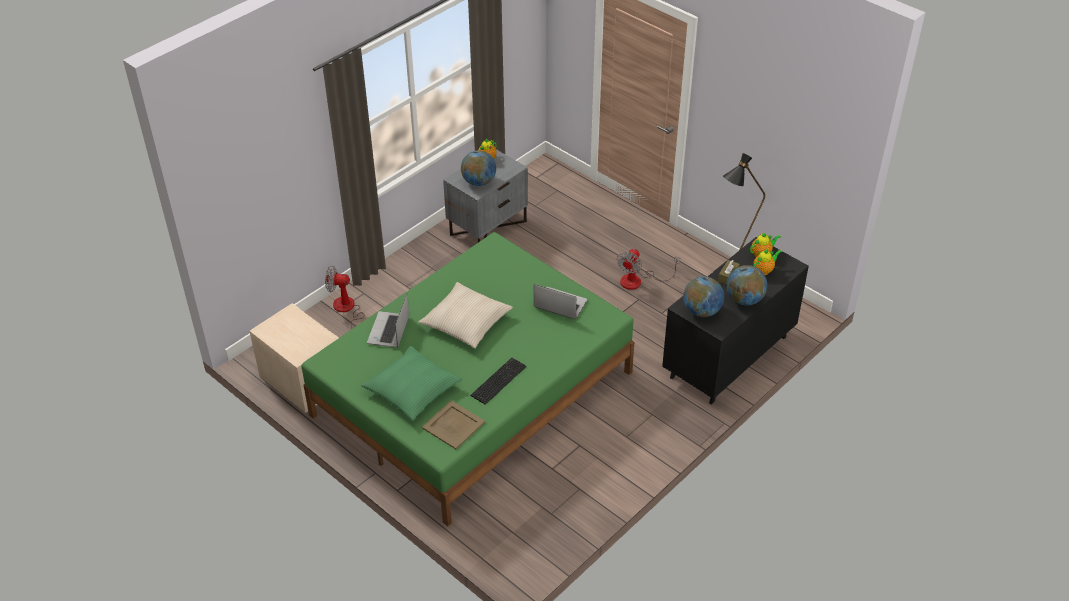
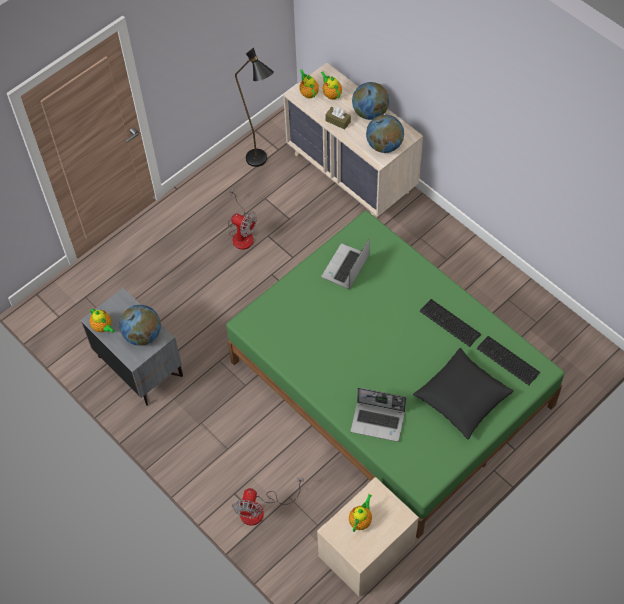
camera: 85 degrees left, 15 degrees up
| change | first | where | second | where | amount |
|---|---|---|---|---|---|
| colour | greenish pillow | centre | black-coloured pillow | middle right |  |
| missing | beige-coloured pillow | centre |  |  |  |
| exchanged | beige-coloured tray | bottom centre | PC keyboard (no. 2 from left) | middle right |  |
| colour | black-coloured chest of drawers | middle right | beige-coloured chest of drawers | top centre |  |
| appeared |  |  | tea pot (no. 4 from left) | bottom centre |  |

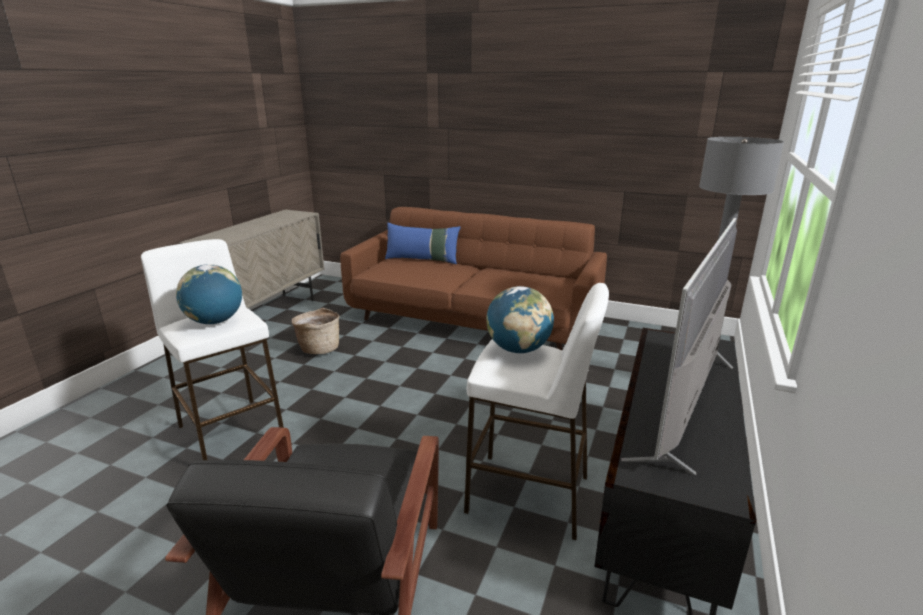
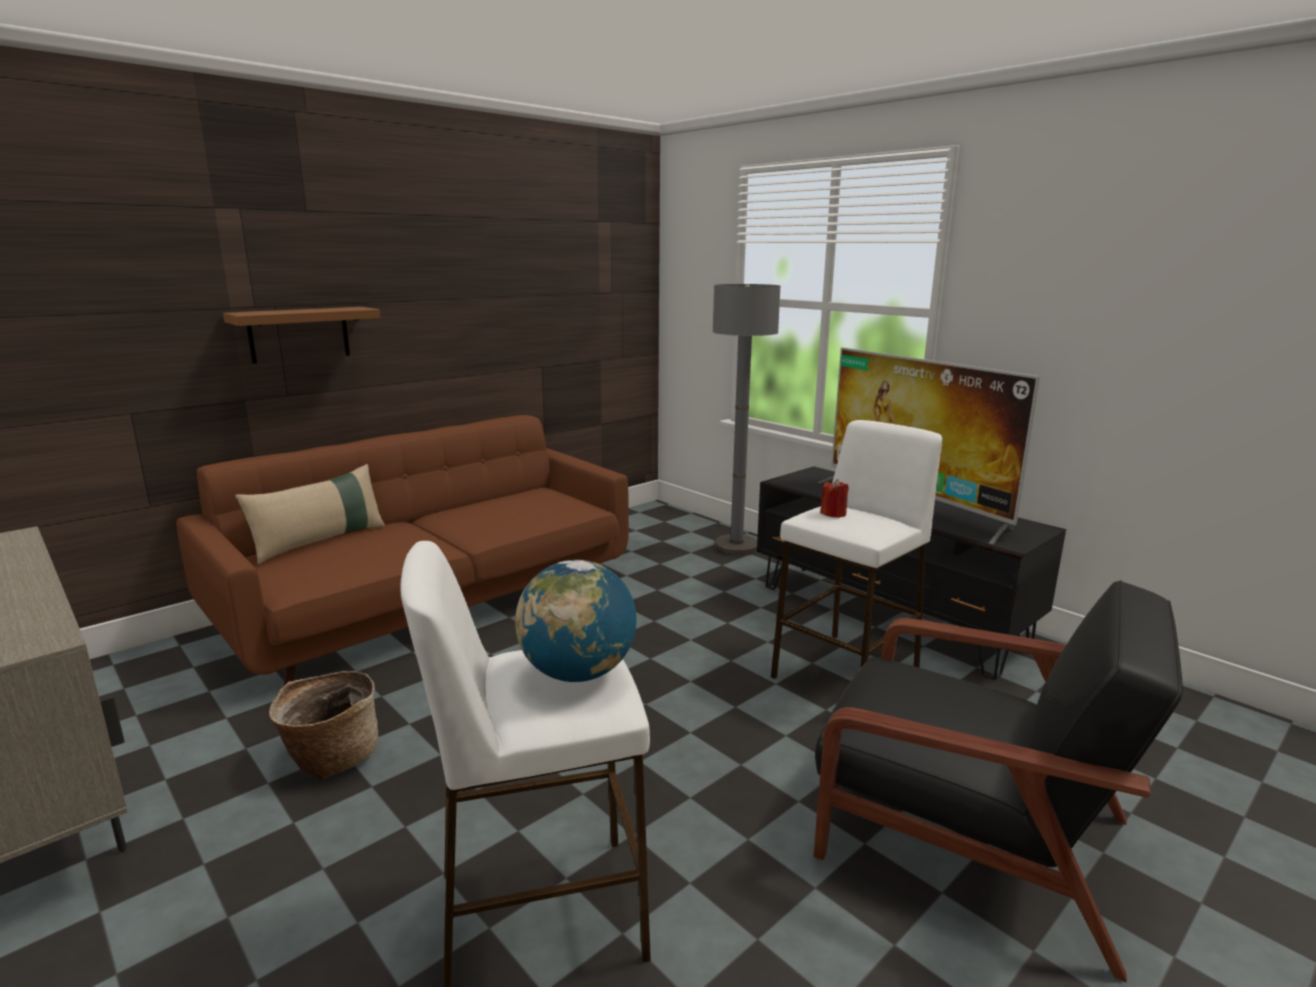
camera: 65 degrees left, 5 degrees down
| change | first | where | second | where | amount |
|---|---|---|---|---|---|
| colour | blue-coloured pillow | centre | beige-coloured pillow | middle left |  |
| exchanged | world globe (no. 2 from left) | centre | red-coloured wax candle | centre |  |
| appeared |  |  | brownish bracket shelf | middle left |  |

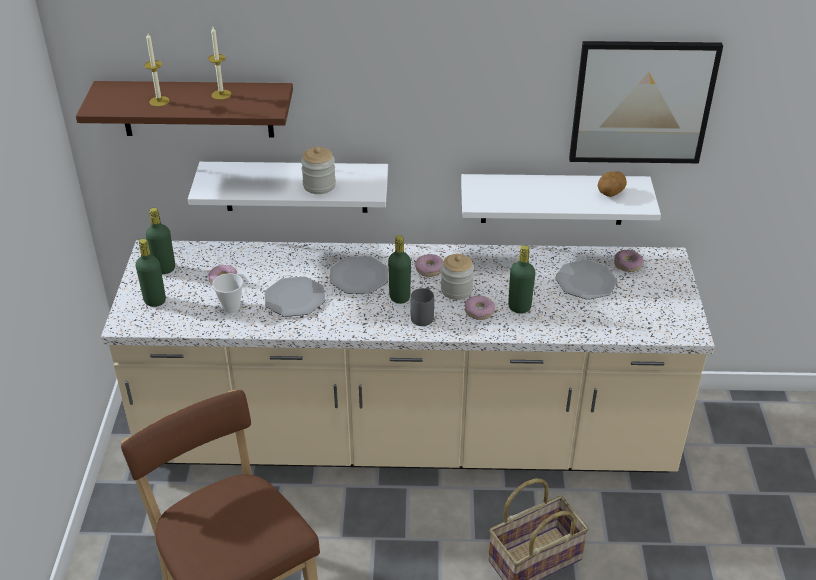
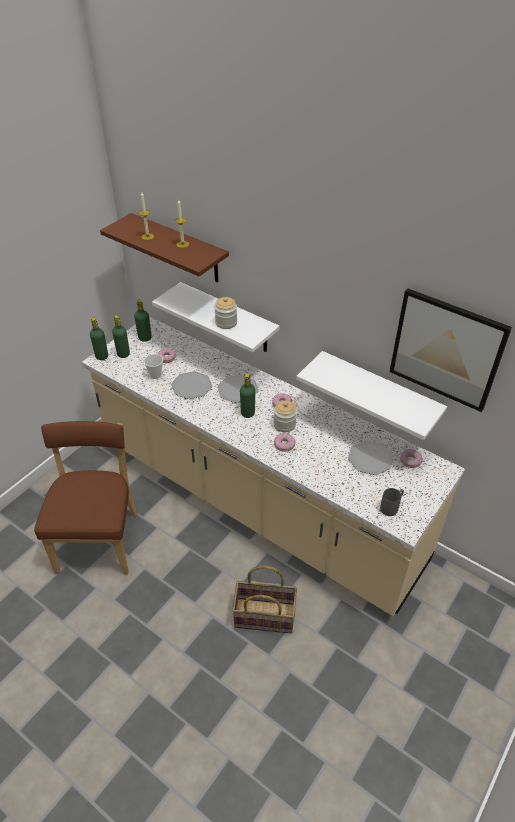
camera: 35 degrees right, 5 degrees up
| change | first | where | second | where | amount |
|---|---|---|---|---|---|
| relocated | greyish mug | centre |  | middle right |  |
| relocated | greenish drink bottle (no. 4 from left in the first image) | centre | greenish drink bottle (no. 1 from left) | middle left |  |
| missing | whole potato | top right |  |  |  |

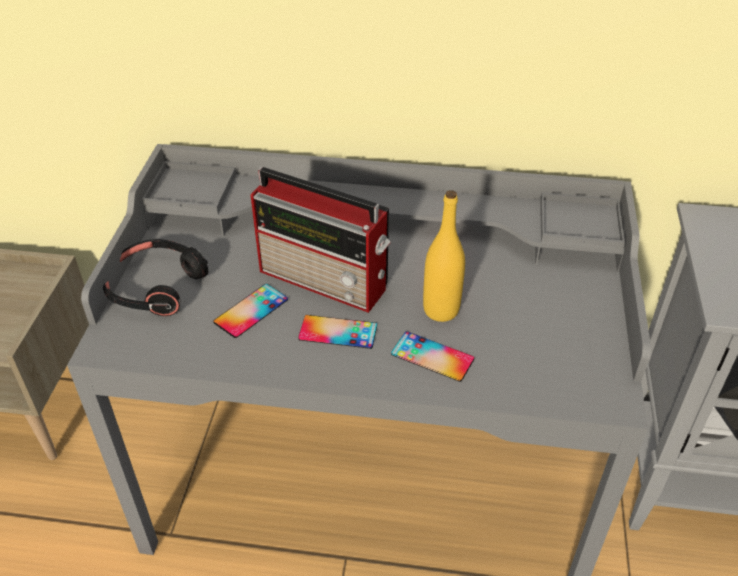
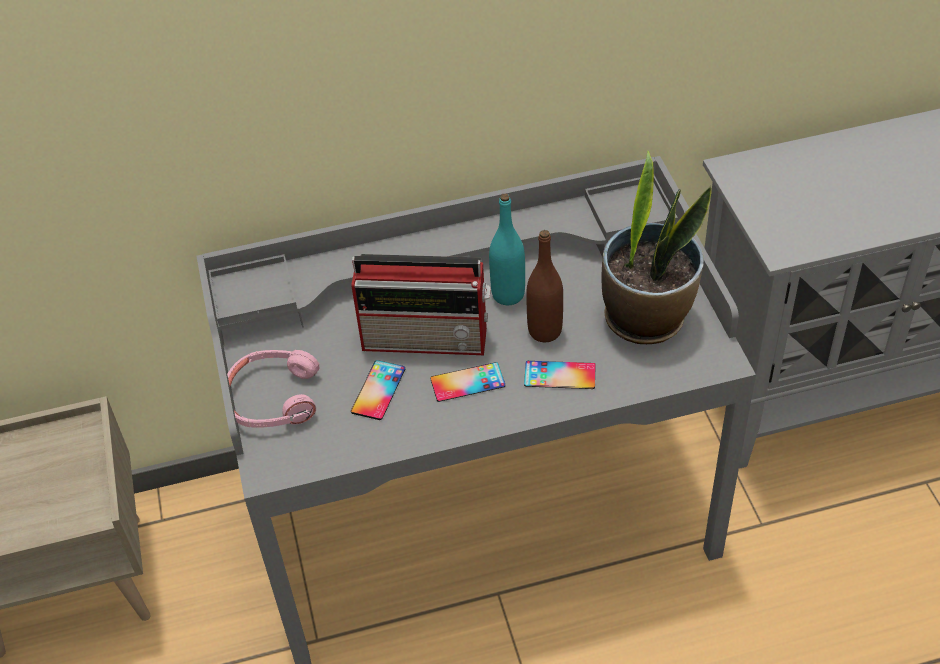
camera: 20 degrees left, 5 degrees up
| change | first | where | second | where | amount |
|---|---|---|---|---|---|
| colour | black-coloured headphones | middle left | pinkish headphones | middle left |  |
| colour | yellow-coloured drink bottle | centre | brownish drink bottle | centre |  |
| appeared |  |  | turquoise drink bottle | centre |  |
| appeared |  |  | plant in a pot | middle right |  |

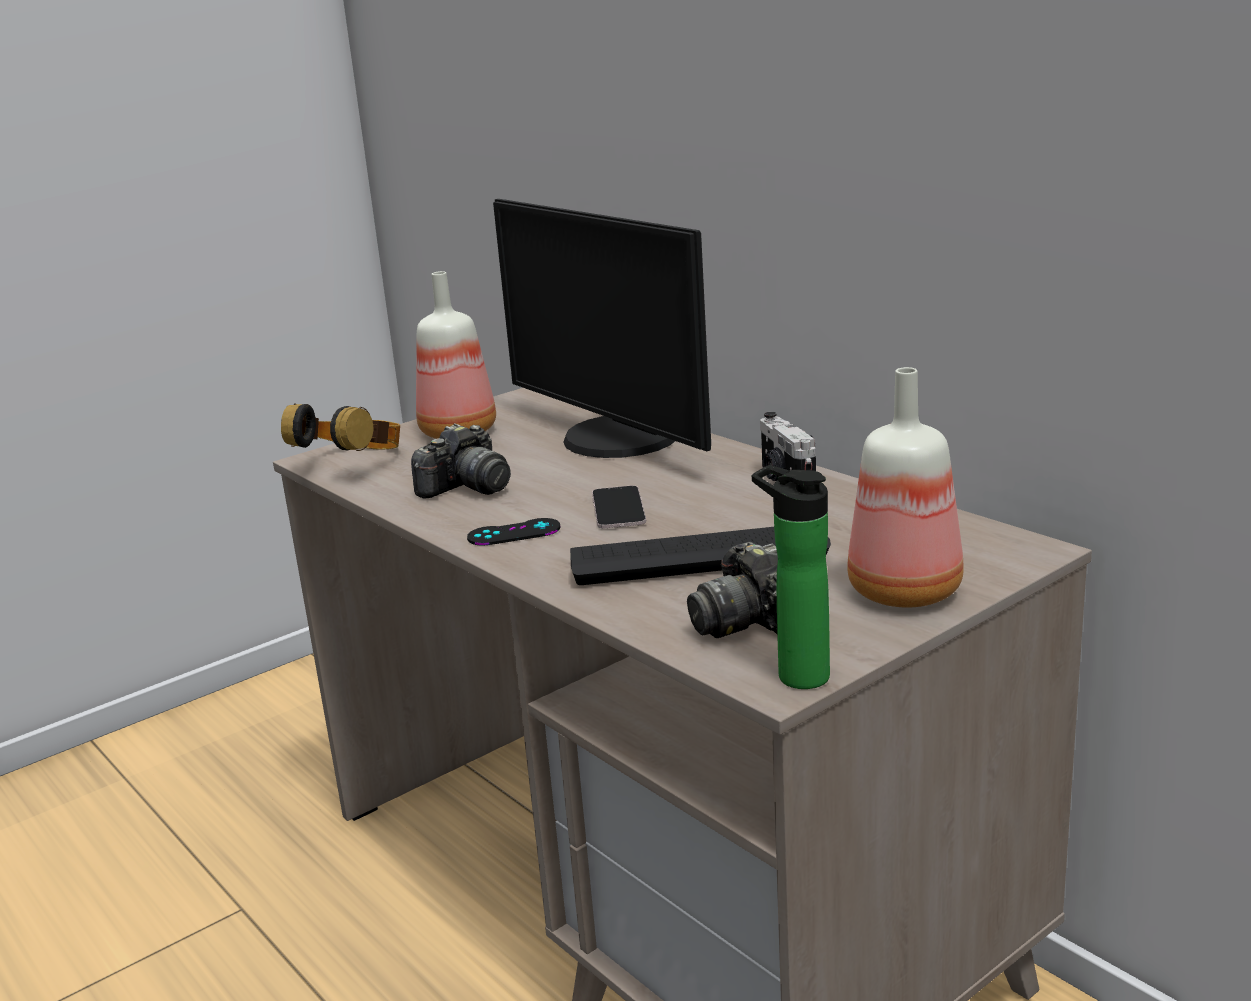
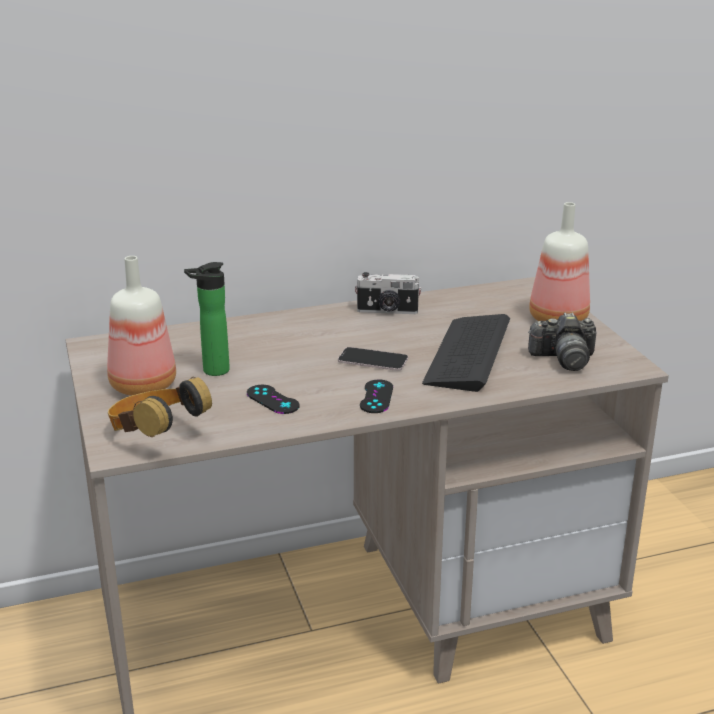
camera: 70 degrees left, 5 degrees up
| change | first | where | second | where | amount |
|---|---|---|---|---|---|
| exchanged | still camera (no. 1 from left) | centre | black-coloured game controller (no. 1 from left) | centre |  |
| missing | computer display | top centre |  |  |  |
| relocated | drink bottle (no. 2 from left) | centre |  | middle left |  |

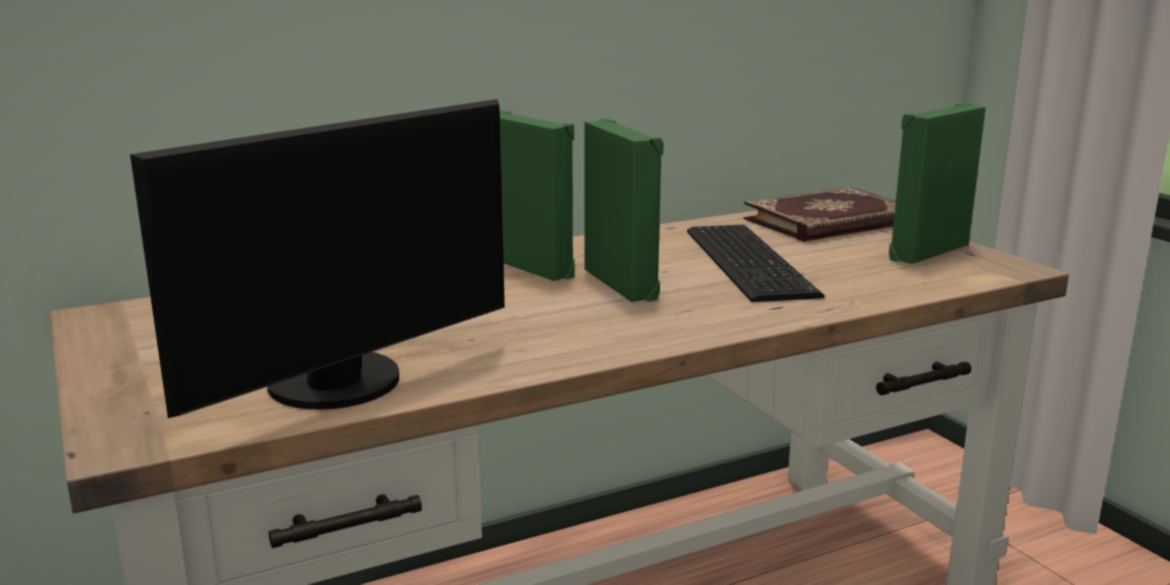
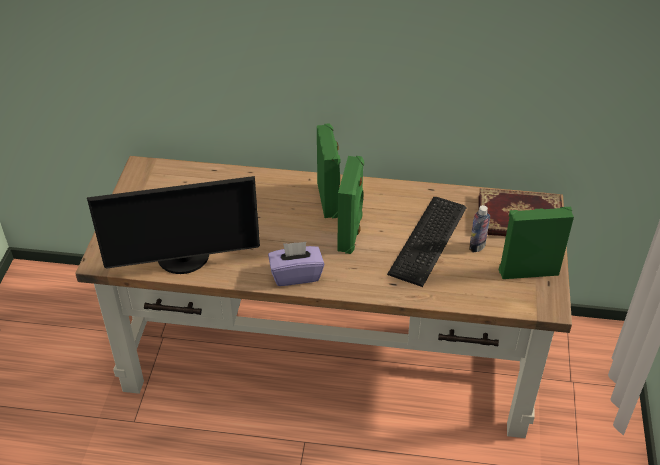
camera: 35 degrees right, 25 degrees up
| change | first | where | second | where | amount |
|---|---|---|---|---|---|
| appeared |  |  | purple-coloured box of tissues | centre |  |
| appeared |  |  | drink bottle | middle right |  |

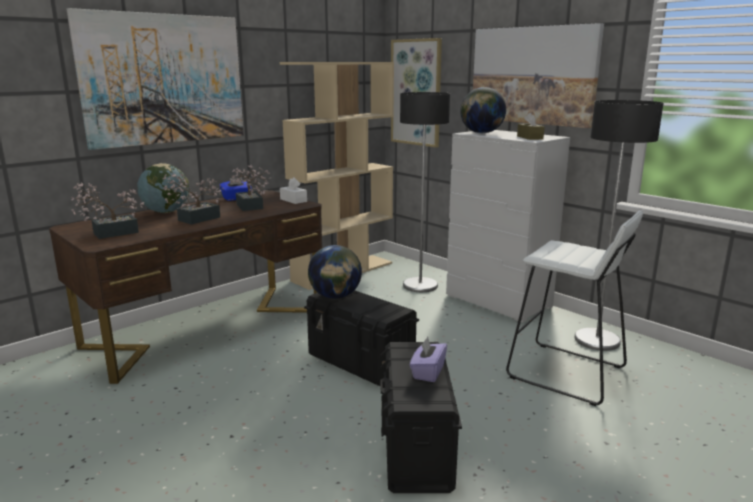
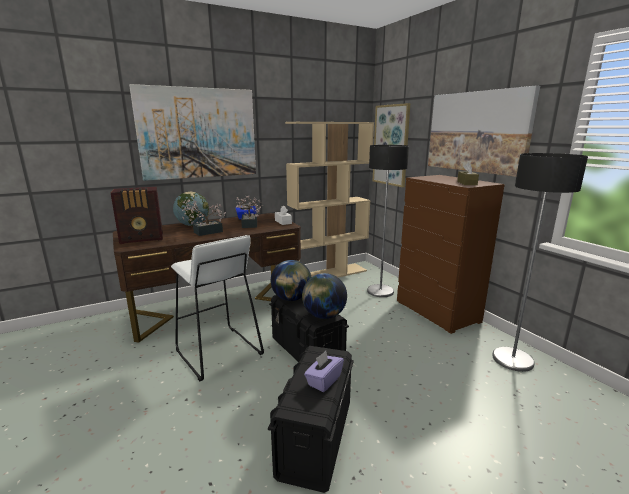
camera: 15 degrees right, 0 degrees up
| change | first | where | second | where | amount |
|---|---|---|---|---|---|
| exchanged | plant in a pot (no. 1 from left) | middle left | radio | middle left |  |
| colour | white-coloured chest of drawers | middle right | brownish chest of drawers | middle right |  |
| relocated | world globe (no. 3 from left) | top centre |  | centre |  |
| relocated | white-coloured stool seat | middle right |  | centre |  |

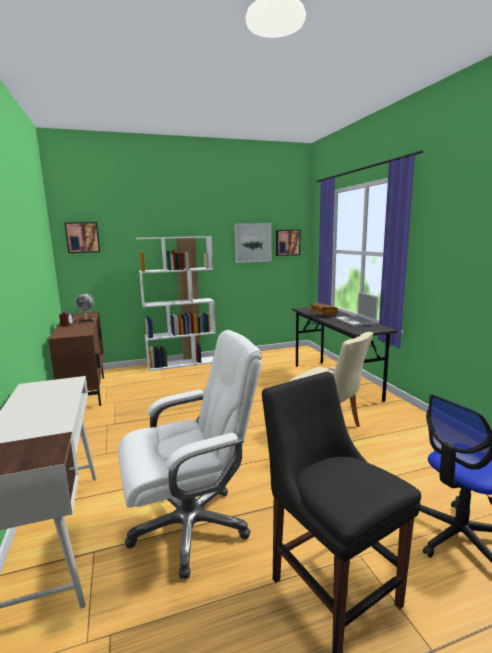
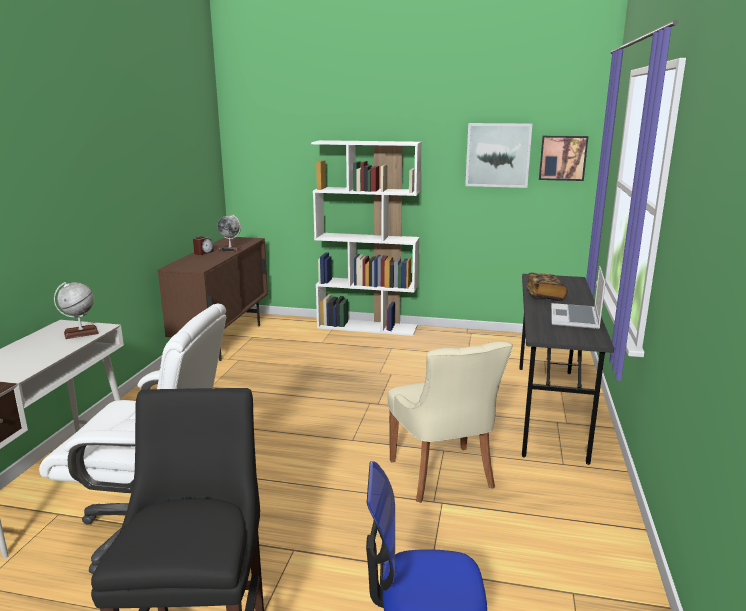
camera: 30 degrees right, 5 degrees up
| change | first | where | second | where | amount |
|---|---|---|---|---|---|
| missing | picture (no. 1 from left) | middle left |  |  |  |
| appeared |  |  | world globe (no. 1 from left) | middle left |  |

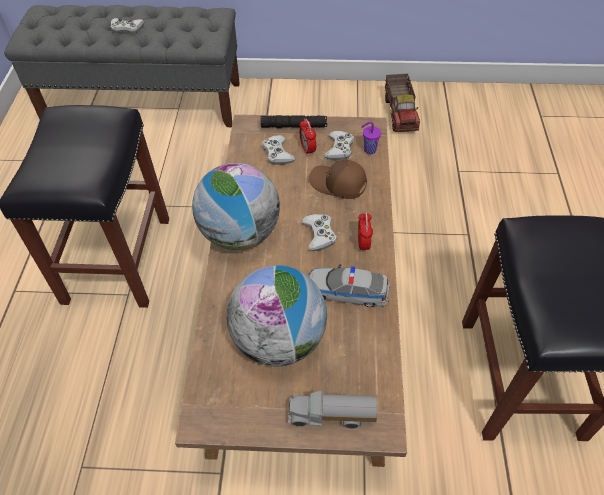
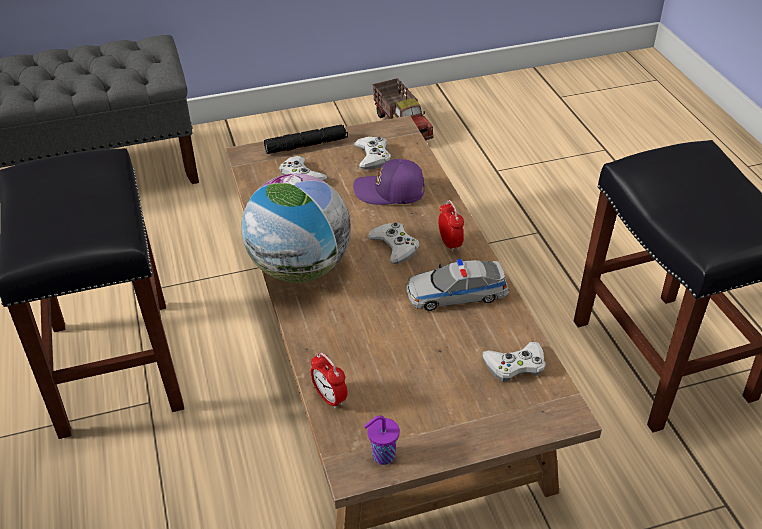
camera: 20 degrees left, 10 degrees down
| change | first | where | second | where | amount |
|---|---|---|---|---|---|
| relocated | white-coloured game controller (no. 1 from left in the first image) | top left | white-coloured game controller (no. 4 from left) | bottom right |  |
| missing | world globe (no. 2 from left) | centre |  |  |  |
| missing | toy truck (no. 1 from left) | bottom centre |  |  |  |
| relocated | bedside clock (no. 1 from left) | top centre |  | bottom centre |  |
| colour | brownish cap | centre | purple-coloured cap | centre |  |
| relocated | purple-coloured small cup | top centre |  | bottom centre |  |

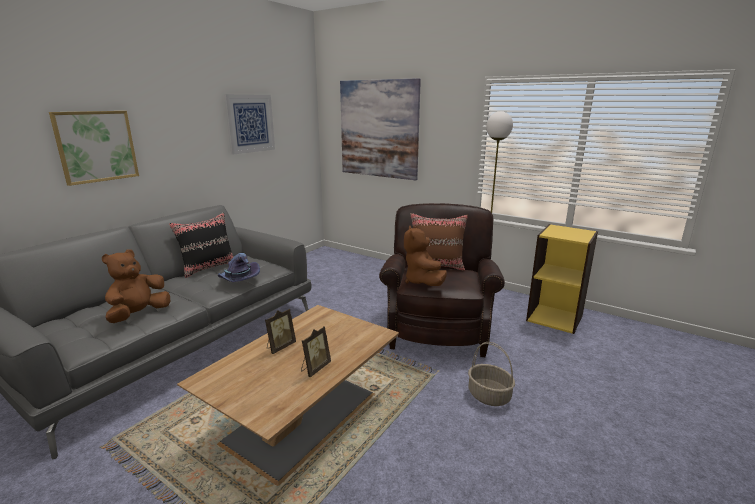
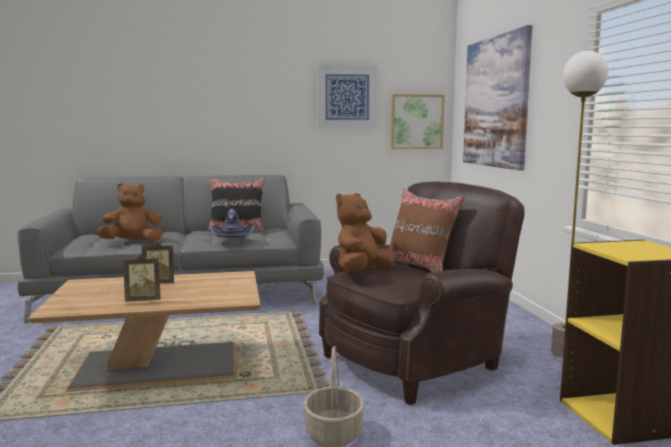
camera: 45 degrees right, 10 degrees down
| change | first | where | second | where | amount |
|---|---|---|---|---|---|
| relocated | picture (no. 1 from left in the first image) | top left | picture (no. 2 from left) | top centre |  |

